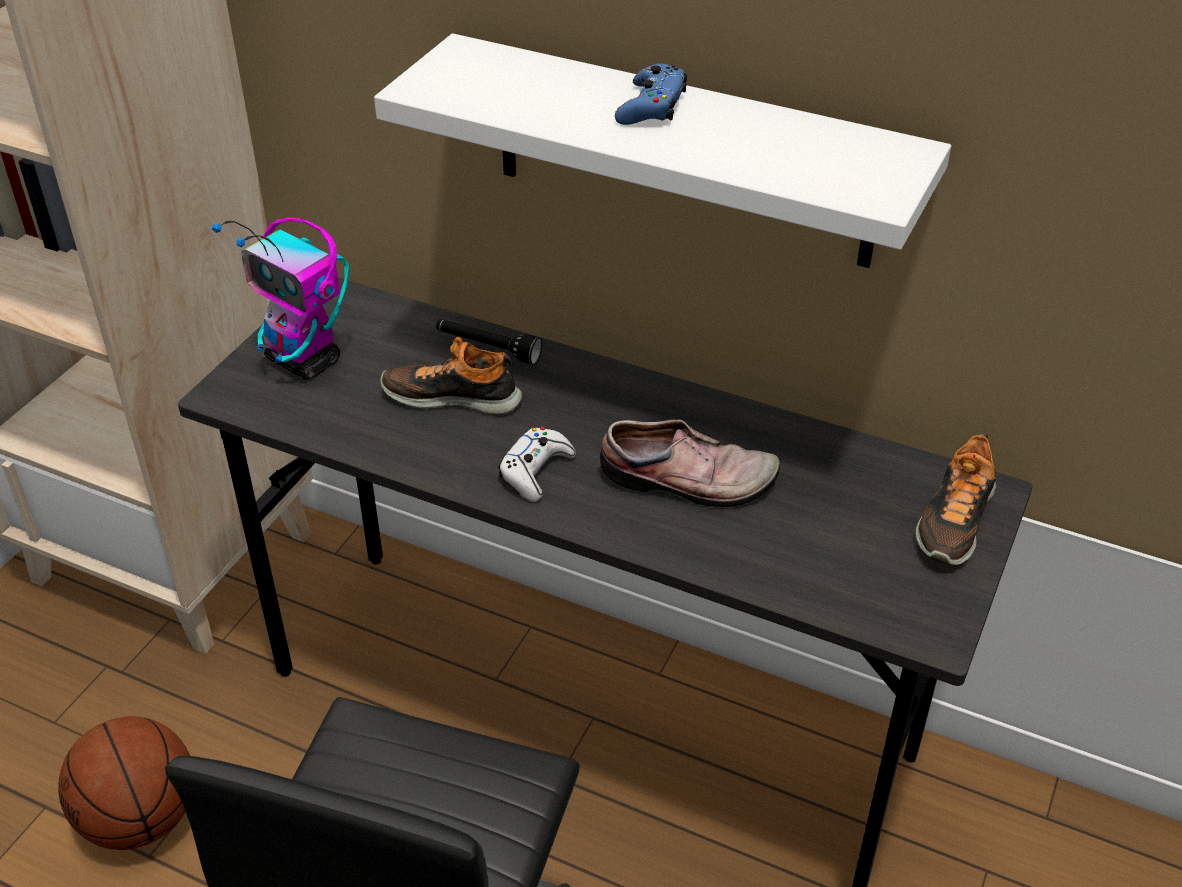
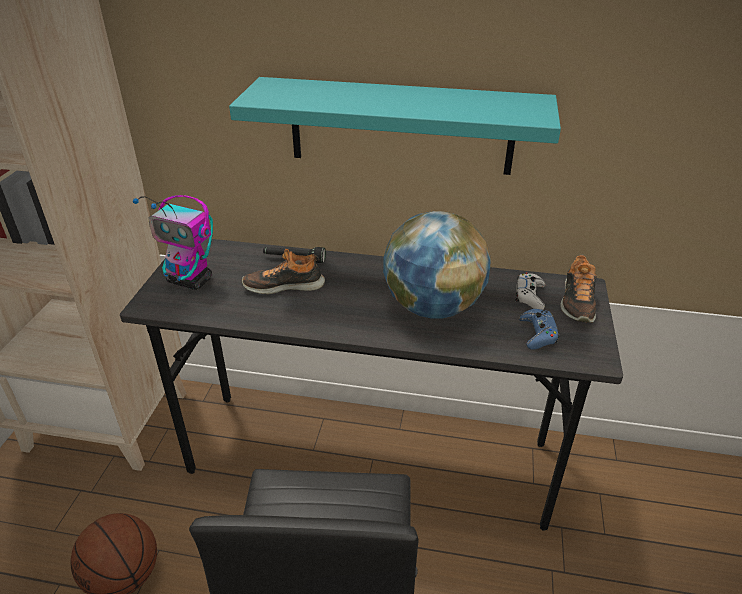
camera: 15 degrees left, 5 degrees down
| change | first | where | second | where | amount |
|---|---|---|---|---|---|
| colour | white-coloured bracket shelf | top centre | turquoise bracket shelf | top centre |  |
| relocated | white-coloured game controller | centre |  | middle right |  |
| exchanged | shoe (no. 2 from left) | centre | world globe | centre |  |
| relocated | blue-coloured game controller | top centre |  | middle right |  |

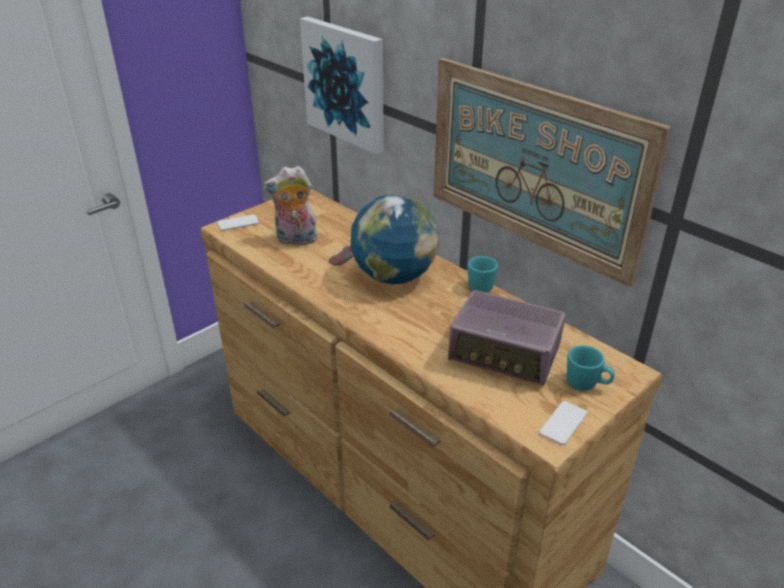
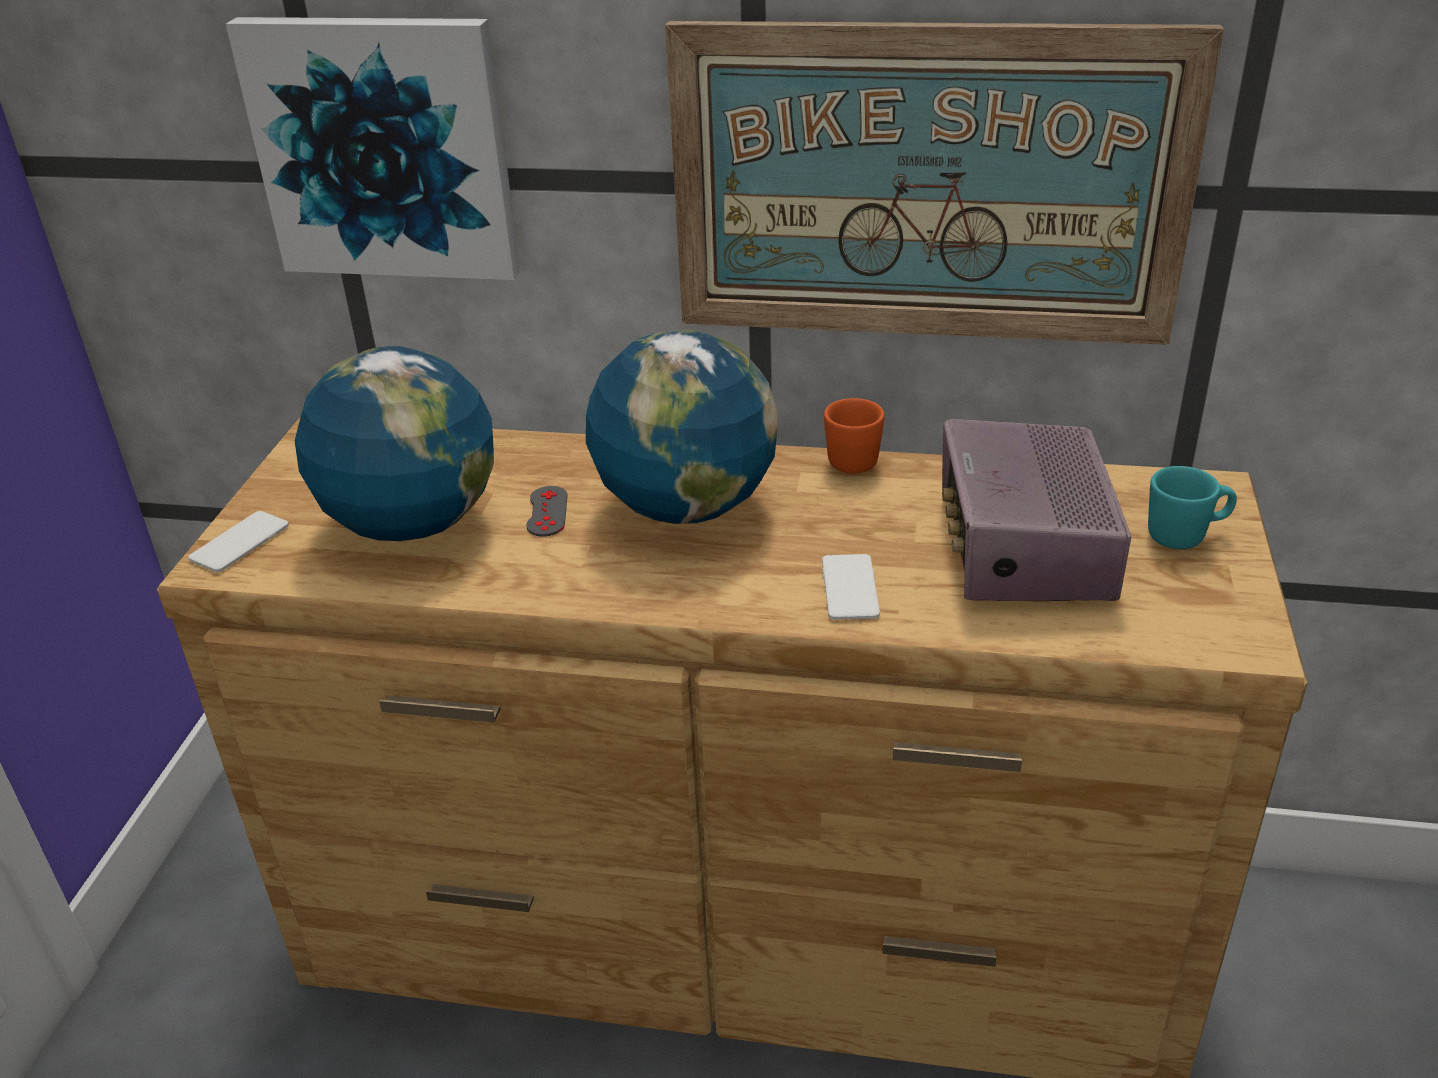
camera: 35 degrees left, 0 degrees up
| change | first | where | second | where | amount |
|---|---|---|---|---|---|
| exchanged | plush toy | centre | world globe (no. 1 from left) | middle left |  |
| spun | radio | centre |  | middle right | 105 degrees clockwise |
| colour | turquoise mug (no. 1 from left) | centre | orange-coloured mug | centre |  |
| relocated | telephone (no. 2 from left) | bottom right |  | centre |  |

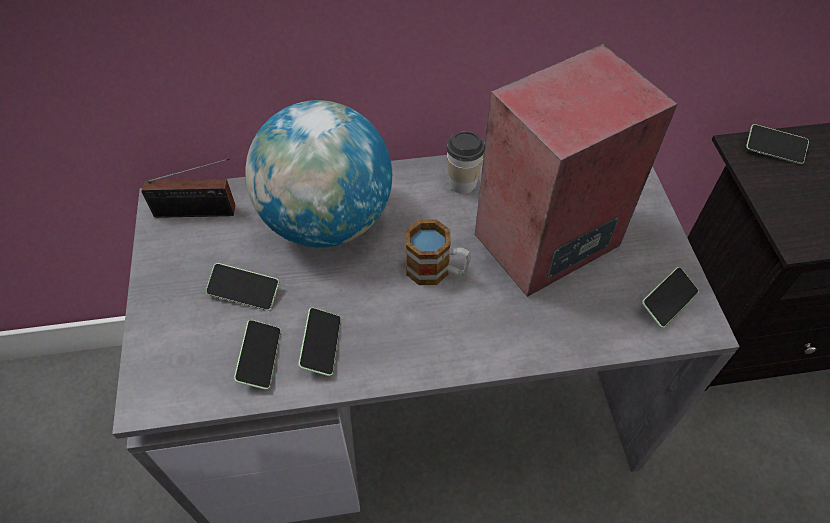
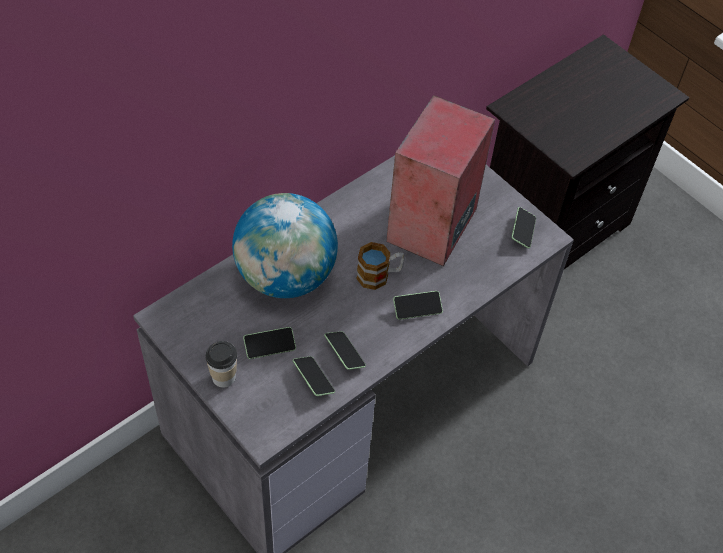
camera: 35 degrees left, 0 degrees up
| change | first | where | second | where | amount |
|---|---|---|---|---|---|
| missing | radio | middle left |  |  |  |
| relocated | small cup | top centre |  | middle left |  |
| relocated | telephone (no. 5 from left in the first image) | top right | telephone (no. 4 from left) | centre |  |

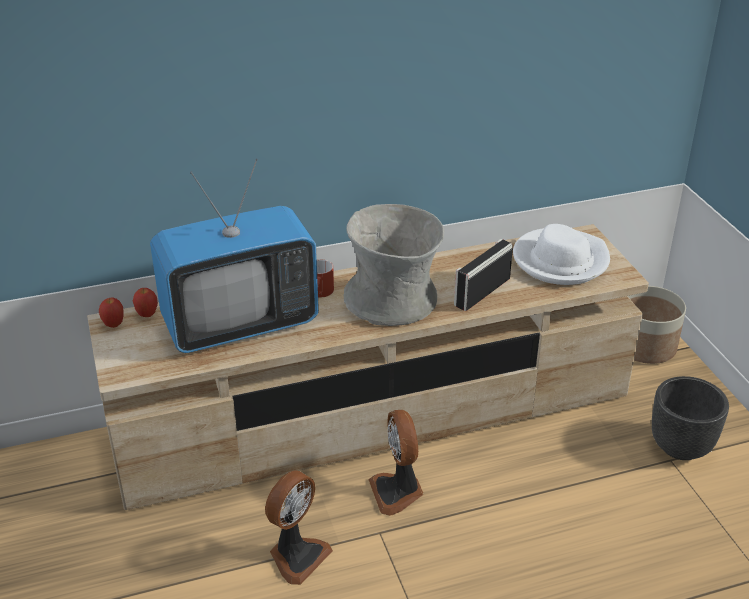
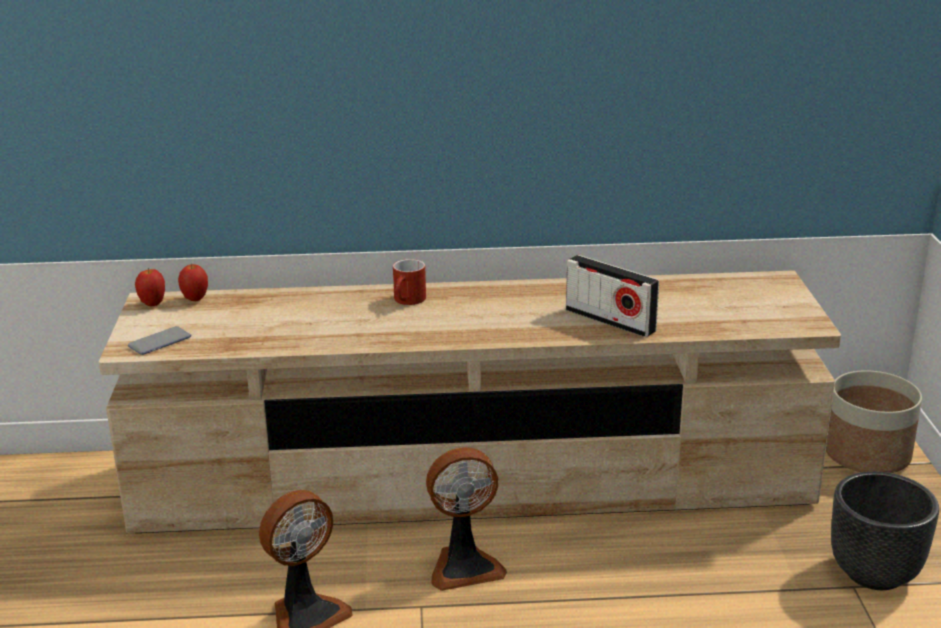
camera: 15 degrees right, 10 degrees down
| change | first | where | second | where | amount |
|---|---|---|---|---|---|
| missing | television | middle left |  |  |  |
| missing | greyish decorative vase | centre |  |  |  |
| spun | electric fan (no. 2 from left) | bottom centre |  | bottom centre | 105 degrees counterclockwise |
| spun | radio | centre |  | centre | 105 degrees counterclockwise |
| missing | white-coloured hat | middle right |  |  |  |
| appeared |  |  | telephone | middle left |  |

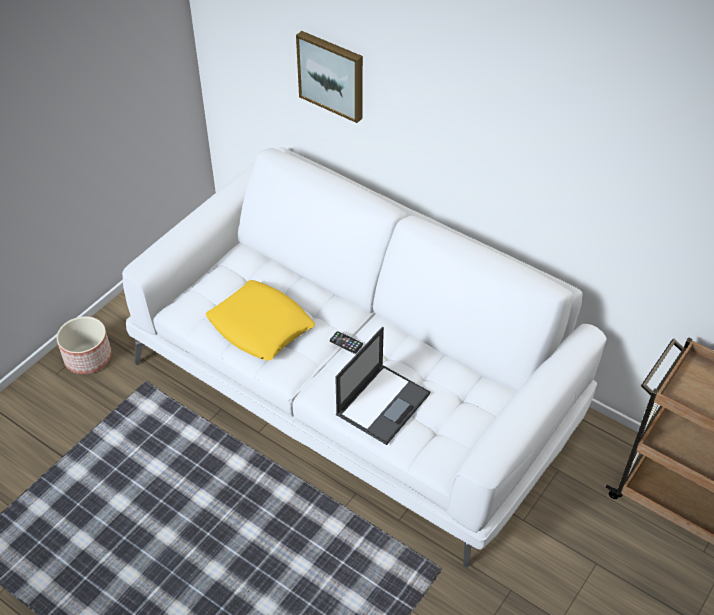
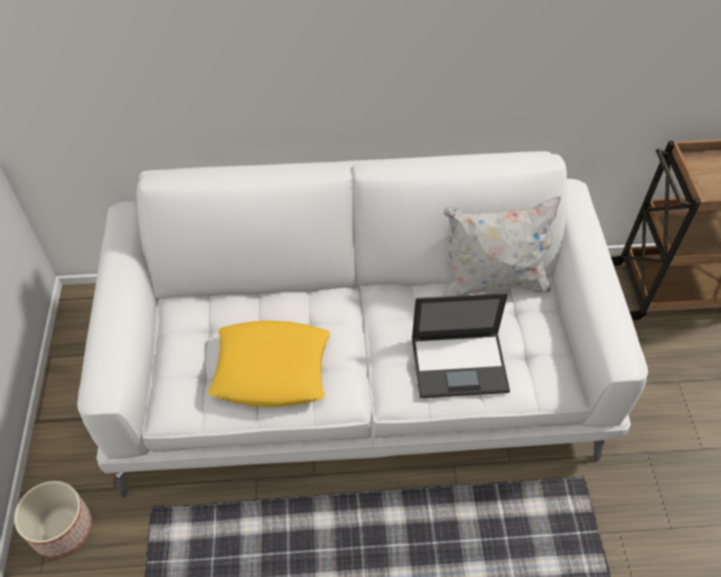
camera: 40 degrees left, 5 degrees up
| change | first | where | second | where | amount |
|---|---|---|---|---|---|
| missing | picture | top centre |  |  |  |
| missing | telephone | centre |  |  |  |
| spun | laptop | centre |  | centre | 90 degrees clockwise |
| appeared |  |  | white-coloured pillow | middle right |  |

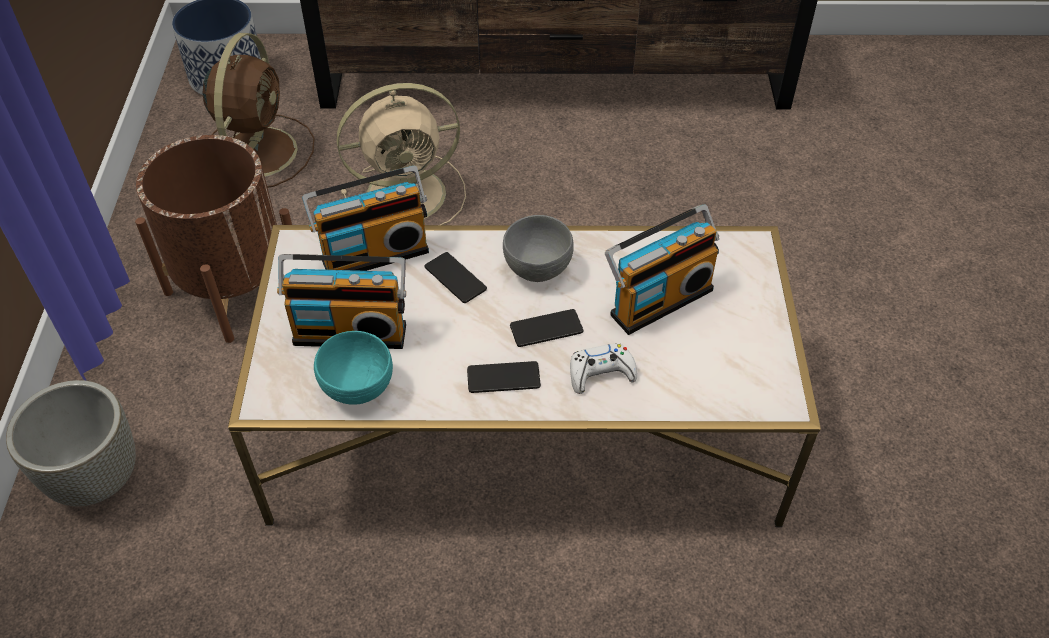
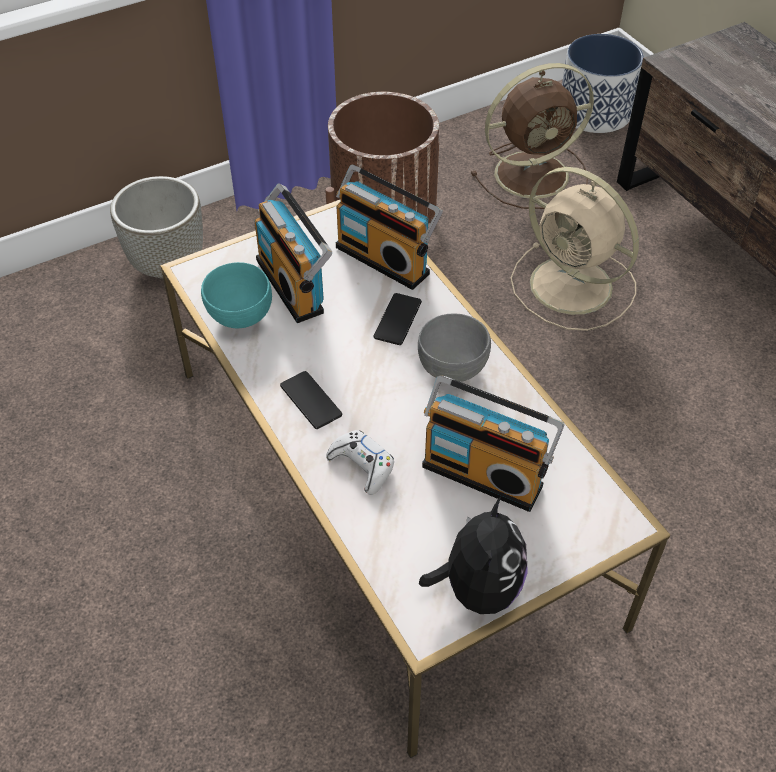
camera: 60 degrees right, 0 degrees up
| change | first | where | second | where | amount |
|---|---|---|---|---|---|
| missing | telephone (no. 3 from left) | centre |  |  |  |
| appeared |  |  | plush toy | bottom centre |  |

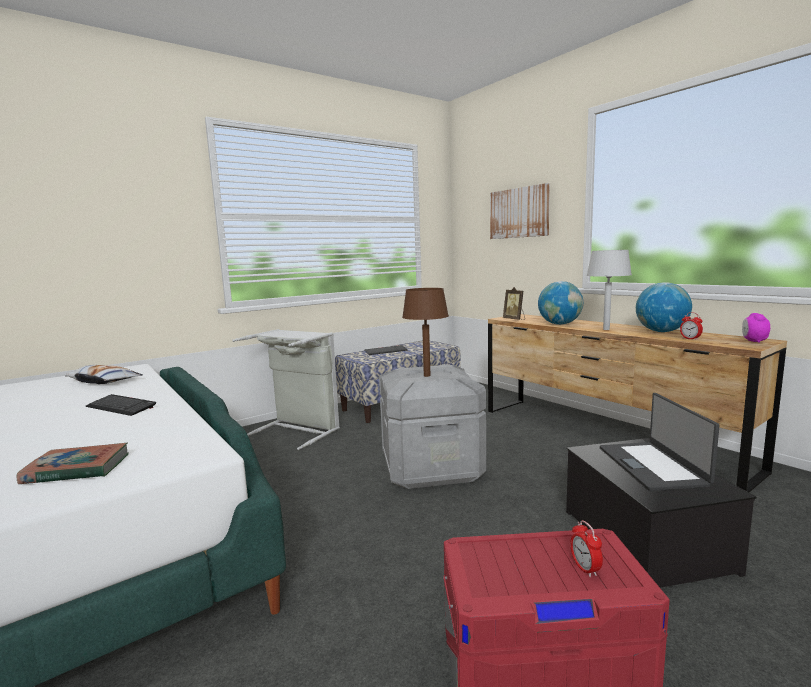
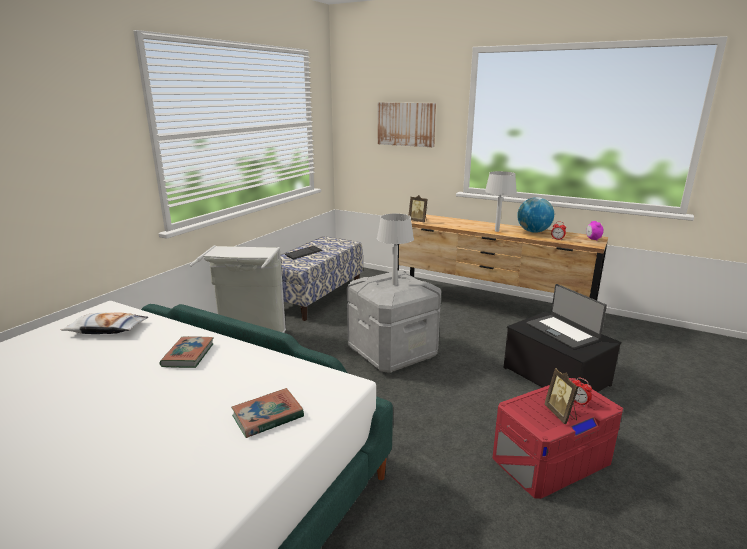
camera: 25 degrees left, 10 degrees up
| change | first | where | second | where | amount |
|---|---|---|---|---|---|
| exchanged | PC keyboard (no. 1 from left) | middle left | volume (no. 1 from left) | middle left |  |
| colour | brownish table lamp | centre | greyish table lamp (no. 1 from left) | centre |  |
| missing | world globe (no. 1 from left) | middle right |  |  |  |
| appeared |  |  | photo frame (no. 2 from left) | bottom right |  |

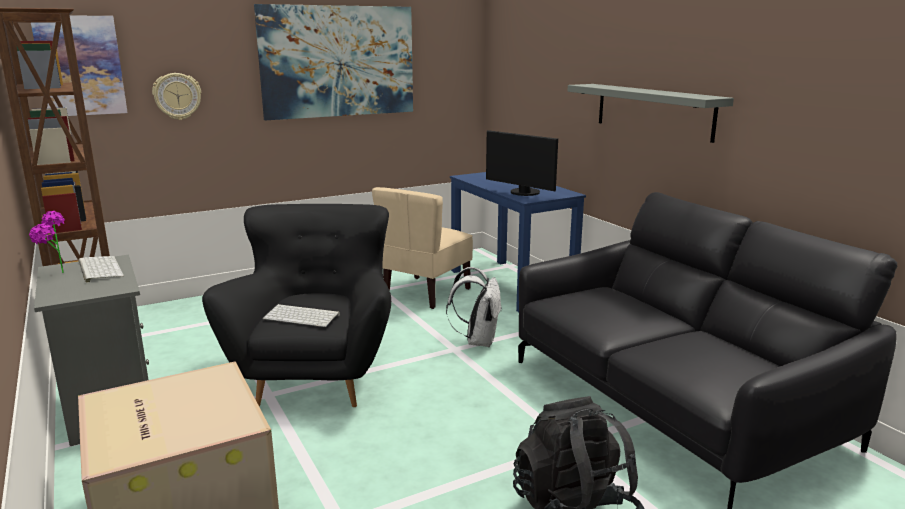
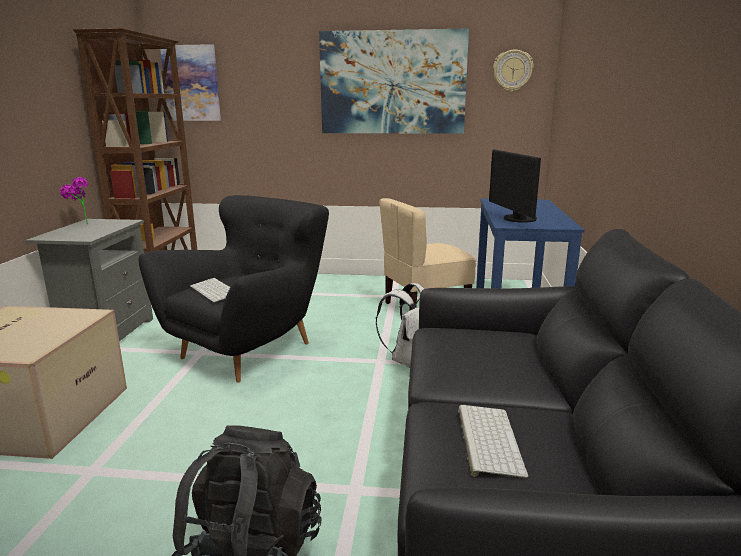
camera: 35 degrees right, 0 degrees up
| change | first | where | second | where | amount |
|---|---|---|---|---|---|
| relocated | PC keyboard (no. 1 from left in the first image) | middle left | PC keyboard (no. 2 from left) | bottom centre |  |
| relocated | clock on the wall | top left |  | top right |  |
| missing | greyish bracket shelf | top right |  |  |  |

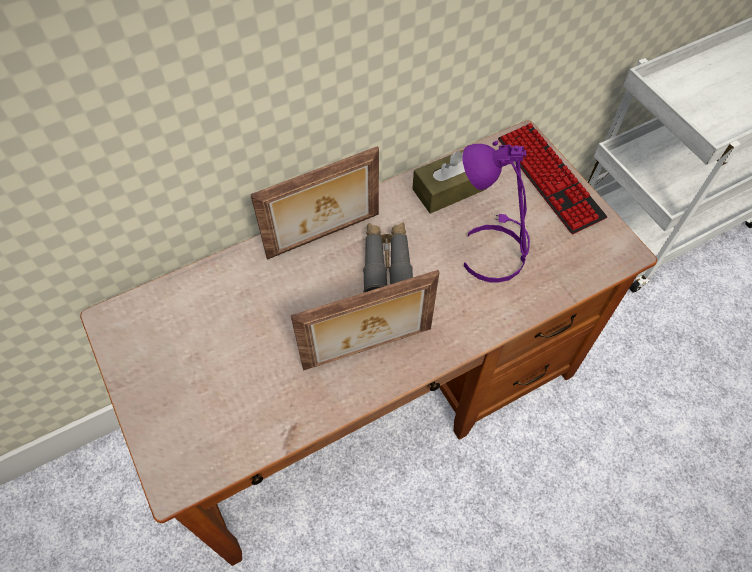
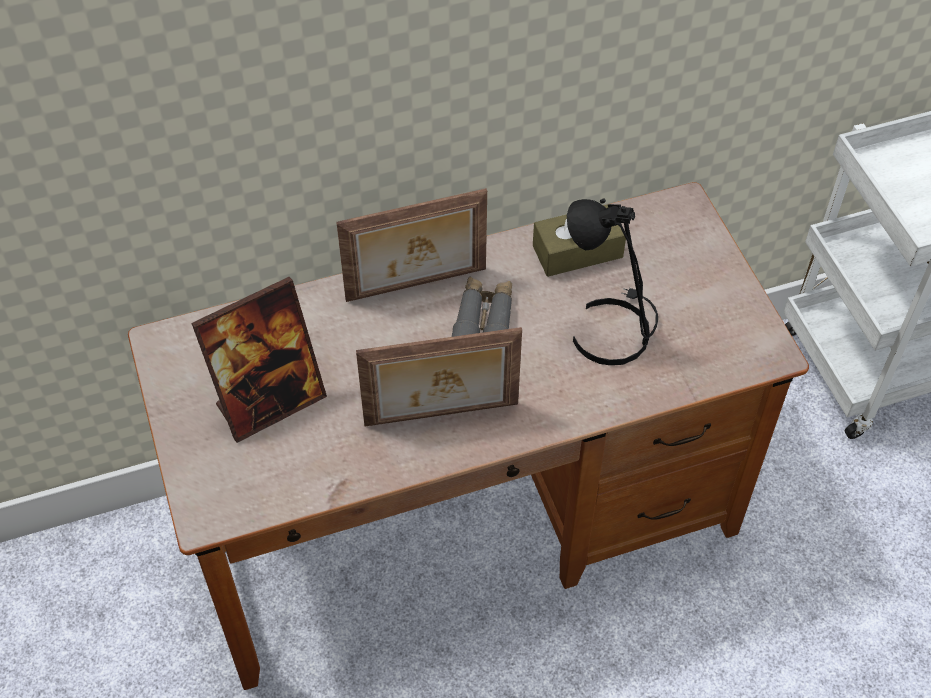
camera: 10 degrees right, 5 degrees down
| change | first | where | second | where | amount |
|---|---|---|---|---|---|
| colour | purple-coloured table lamp | centre | black-coloured table lamp | centre |  |
| missing | PC keyboard | top right |  |  |  |
| appeared |  |  | photo frame (no. 1 from left) | middle left |  |

